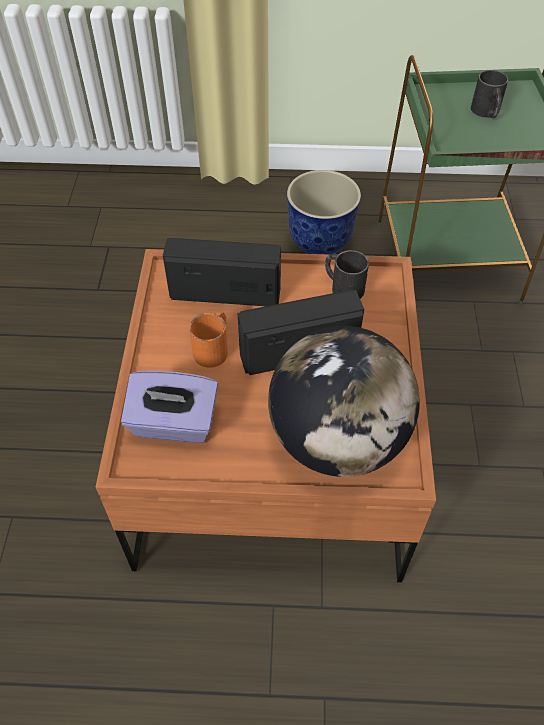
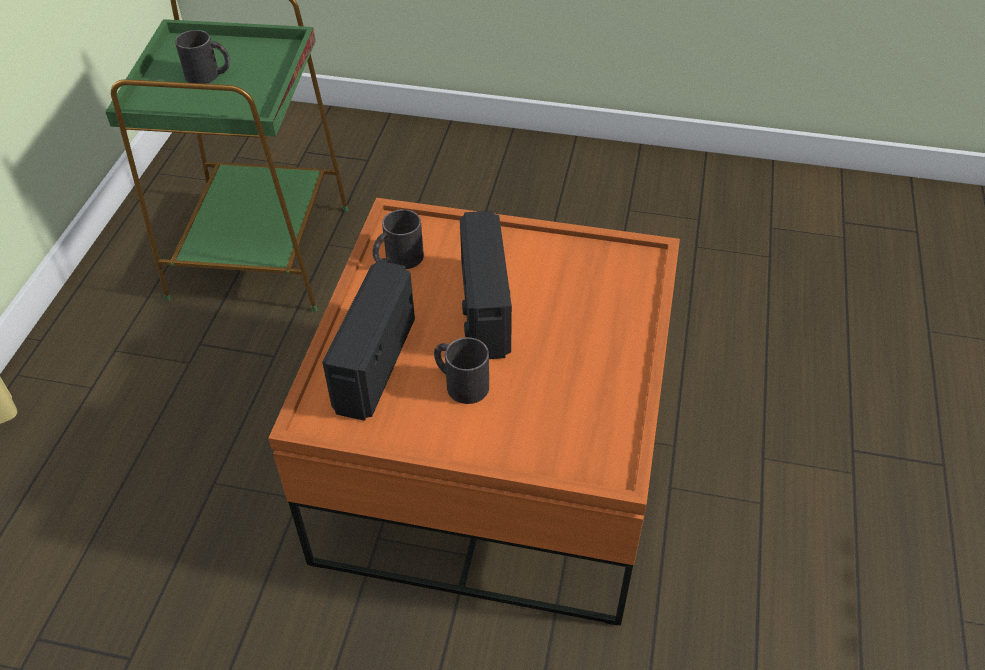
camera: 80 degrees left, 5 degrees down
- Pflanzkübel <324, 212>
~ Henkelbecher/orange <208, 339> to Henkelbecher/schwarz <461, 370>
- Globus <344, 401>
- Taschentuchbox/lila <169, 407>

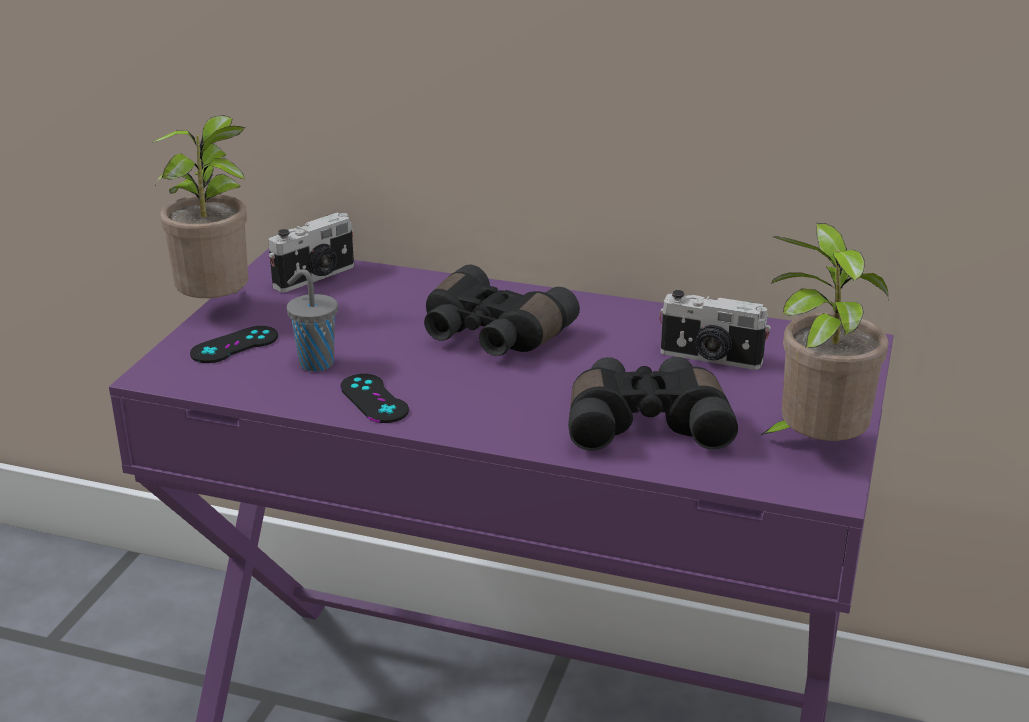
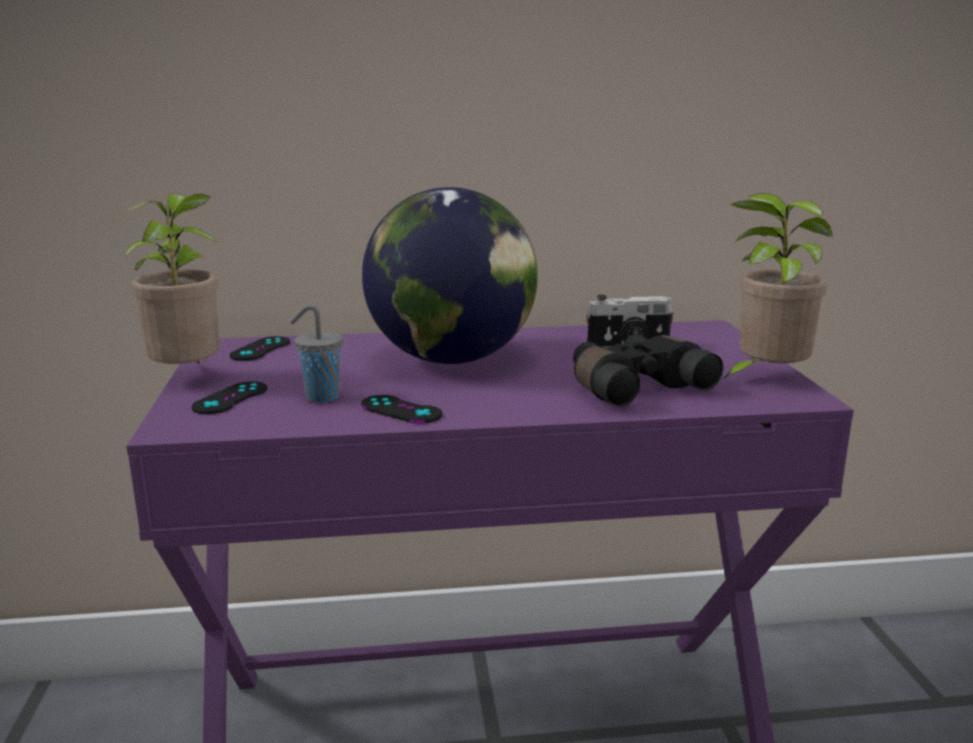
camera: 25 degrees left, 10 degrees down
~ Kamera <311, 252> to Gamepad/schwarz <259, 348>
~ Fernglas/schwarz <502, 310> to Globus <450, 275>

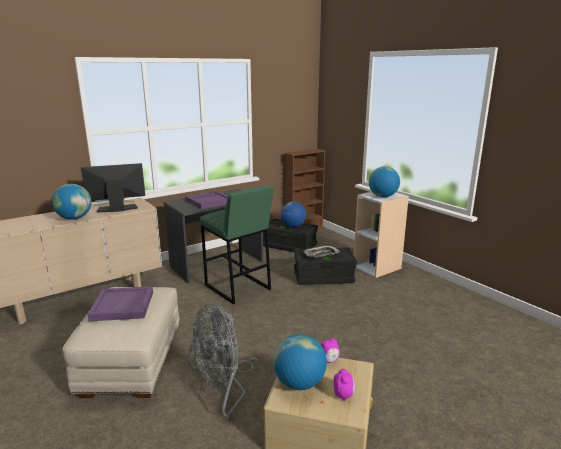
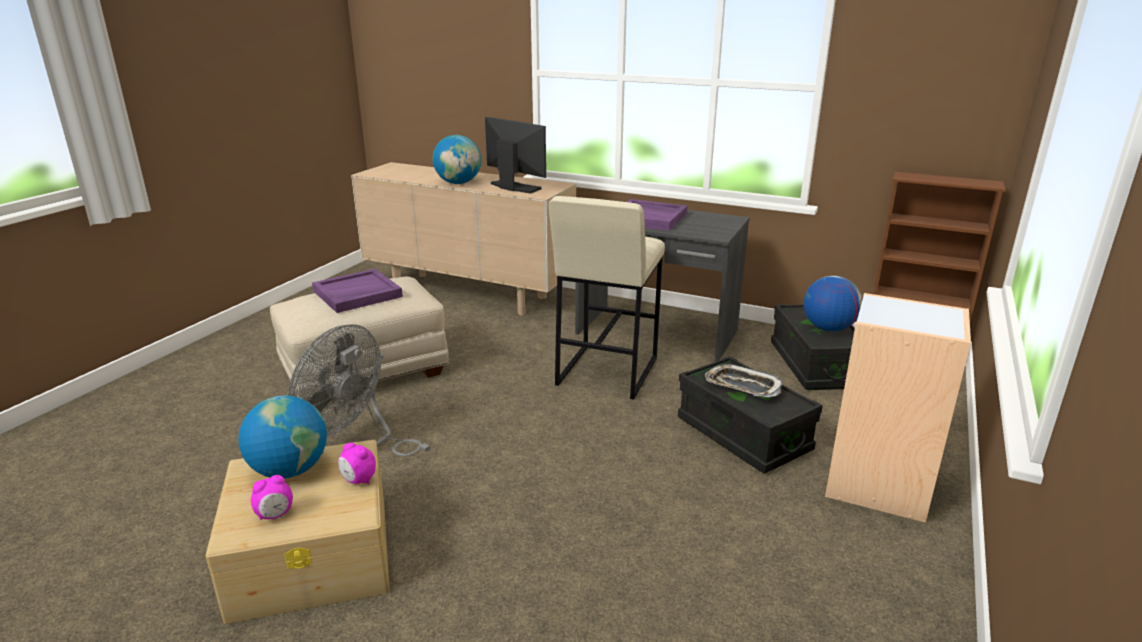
camera: 60 degrees right, 5 degrees up
- Globus <384, 182>
~ Hocker/grün <237, 244> to Hocker/beige <607, 297>

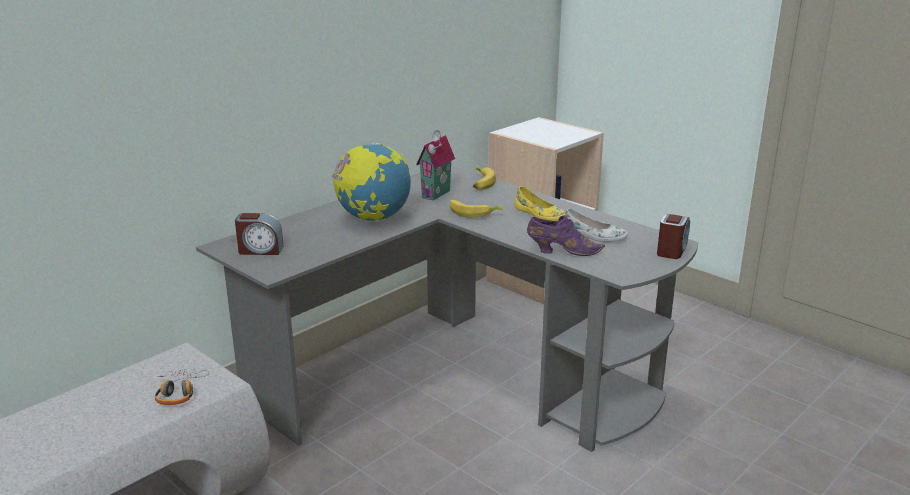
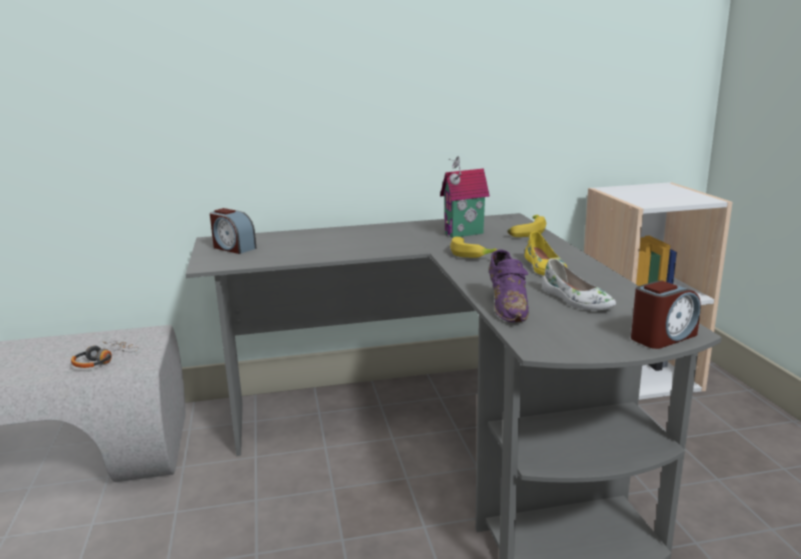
camera: 35 degrees right, 5 degrees down
- Globus <371, 183>
~ Schuh/lila <566, 235> = <509, 285> 45 degrees clockwise

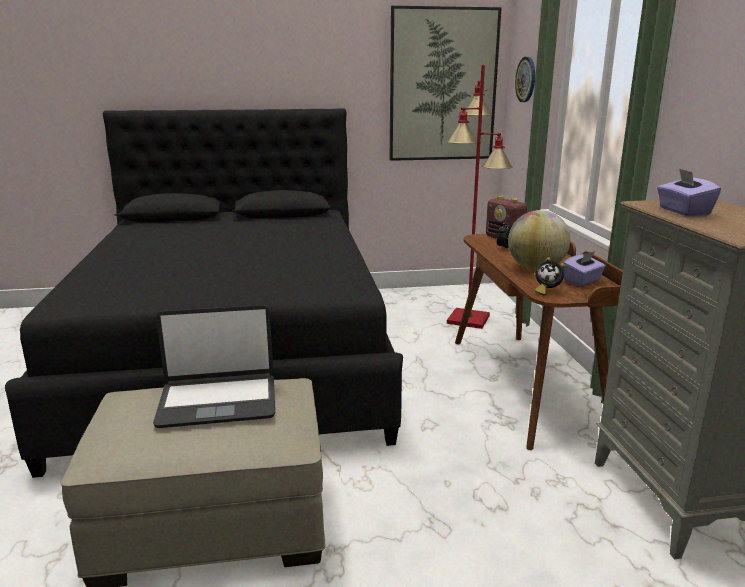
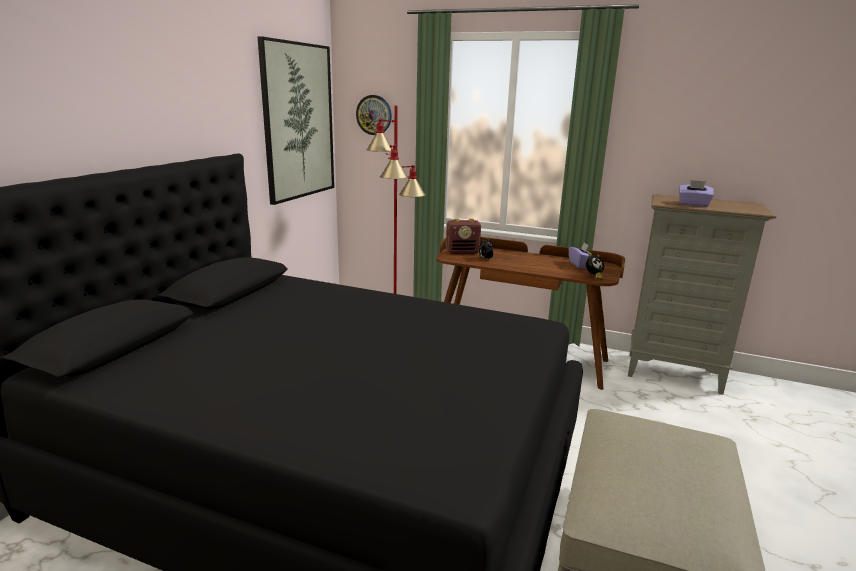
camera: 60 degrees left, 0 degrees up
- Globus <539, 240>
- Laptop <214, 366>

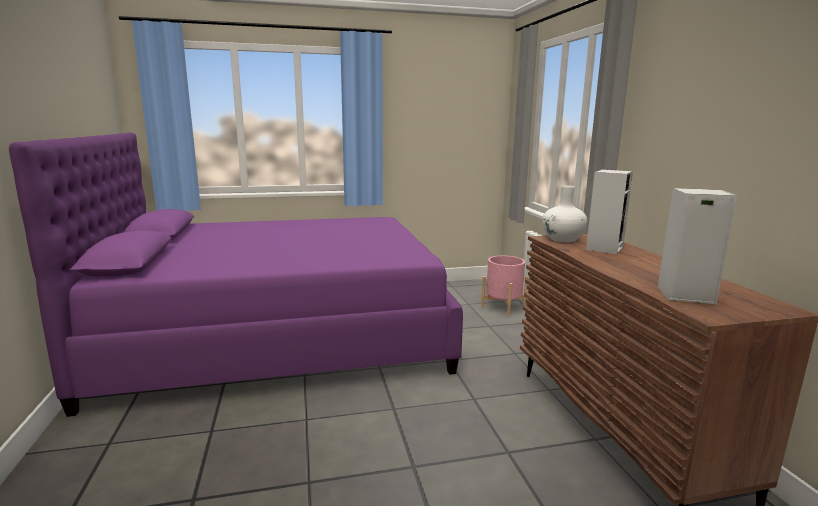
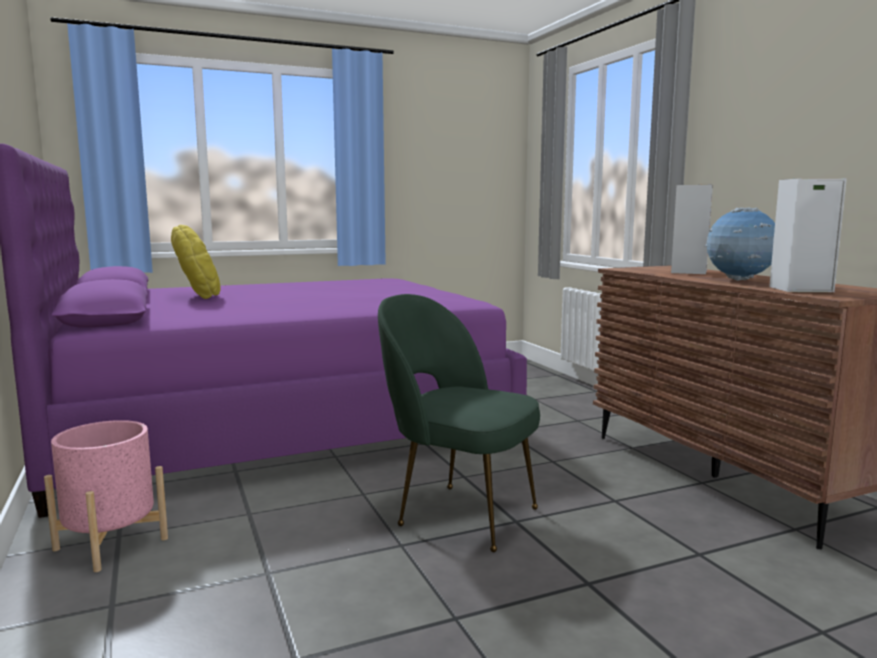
camera: 10 degrees left, 5 degrees down
- Vase/weiß <564, 213>
~ Pflanzkübel/rosa <504, 286> to <106, 496>
+ Globus <740, 244>
+ Kissen/gelb <196, 262>
+ Stuhl/grün <459, 423>

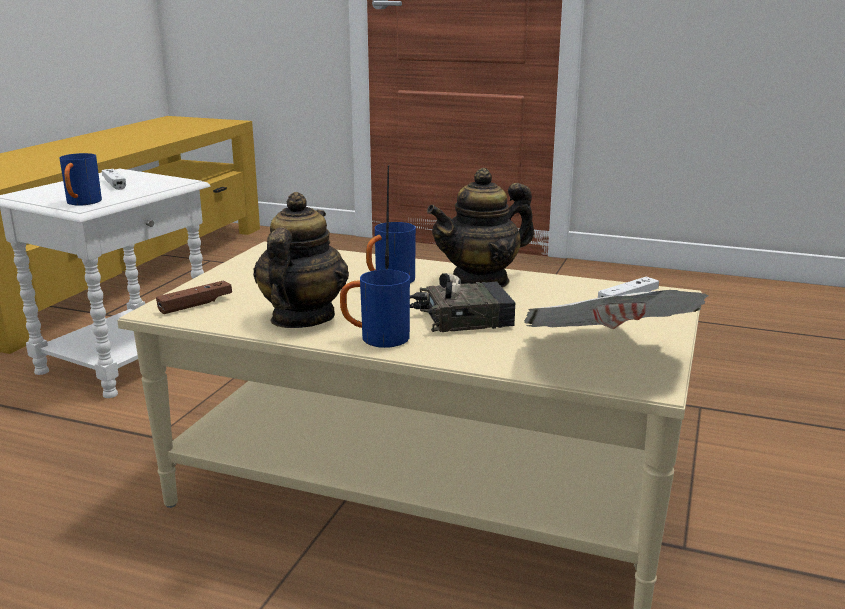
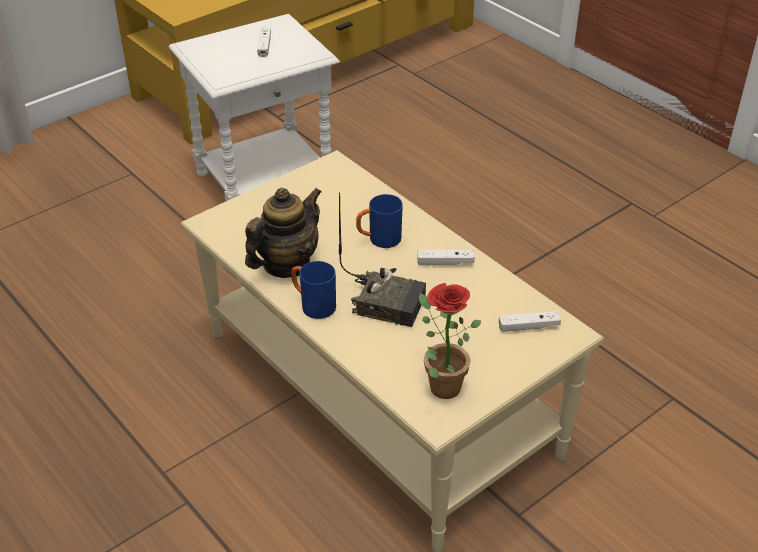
camera: 30 degrees right, 20 degrees up
- Henkelbecher/blau <80, 179>
~ Teekanne <480, 228> to Gamepad/weiß <446, 257>
- Gamepad/braun <194, 297>
~ Zeitung <616, 309> to Topfpflanze <450, 341>

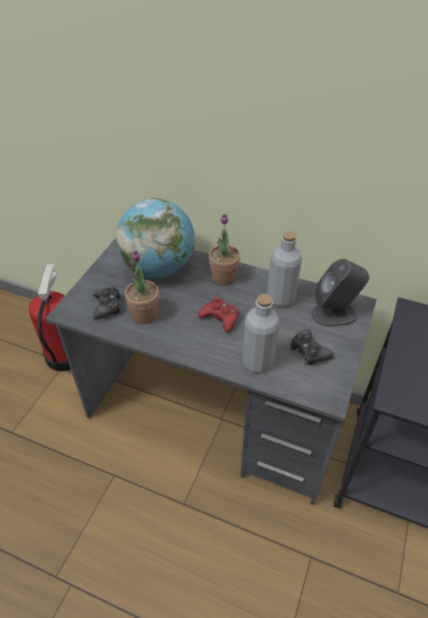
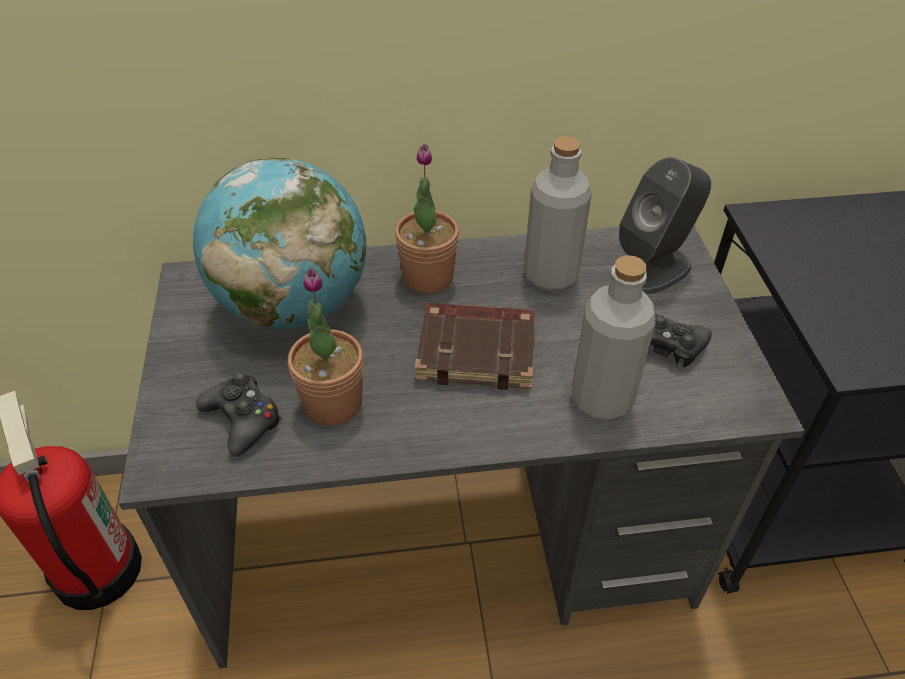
camera: 30 degrees left, 0 degrees up
~ Gamepad/rot <218, 315> to Buch/braun <475, 346>

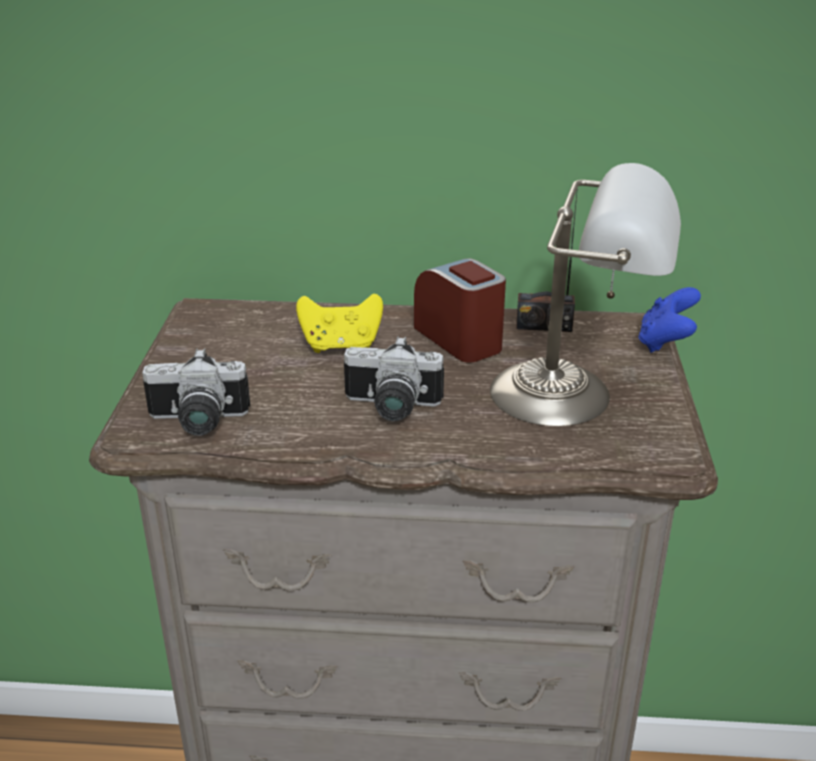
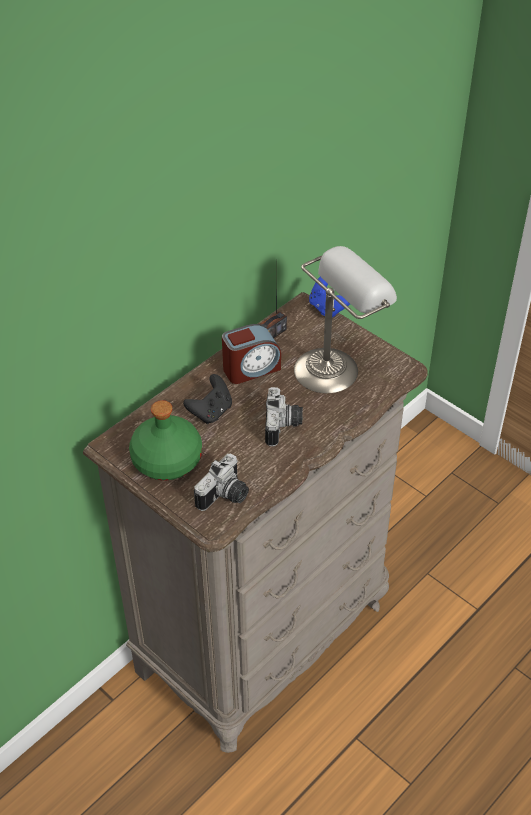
camera: 50 degrees left, 15 degrees up
~ Wecker <460, 310> = <251, 354> 150 degrees clockwise
~ Gamepad/gelb <339, 323> to Gamepad/schwarz <207, 399>
~ Kamera <394, 378> = <284, 416> 45 degrees counterclockwise
+ Flasche/grün <165, 440>

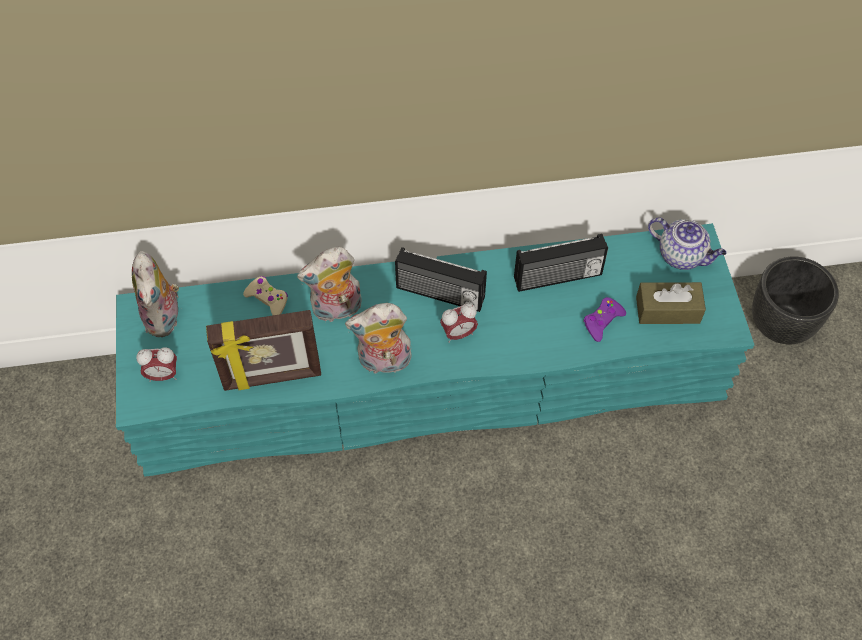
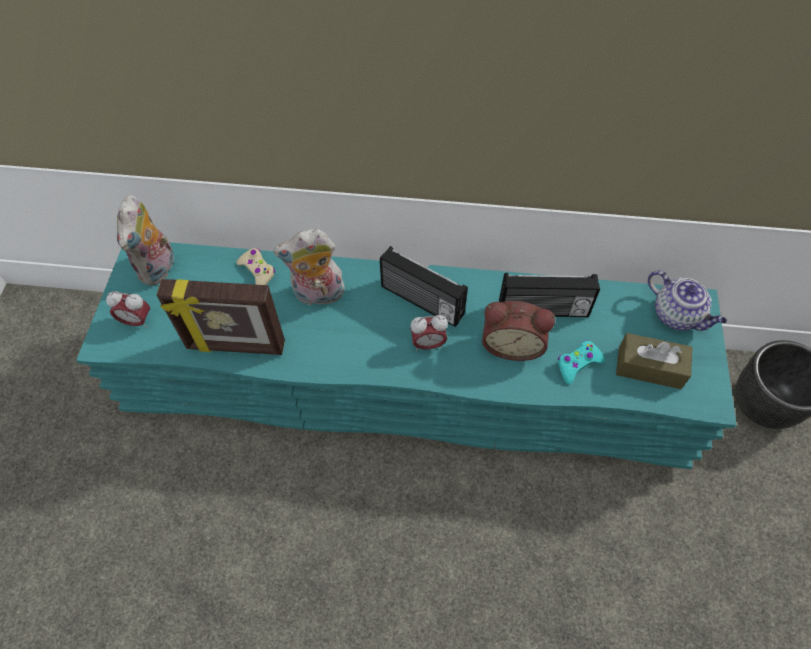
camera: 15 degrees right, 0 degrees up
~ Gamepad/lila <605, 319> to Gamepad/türkis <581, 362>
- Plüschtier <378, 338>
+ Wecker <518, 331>

